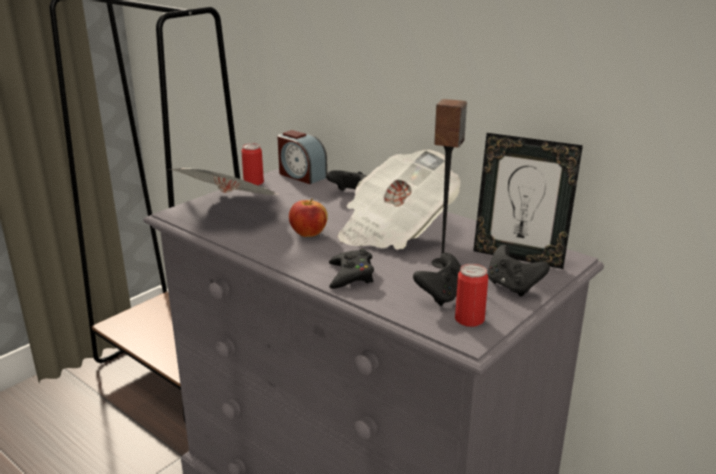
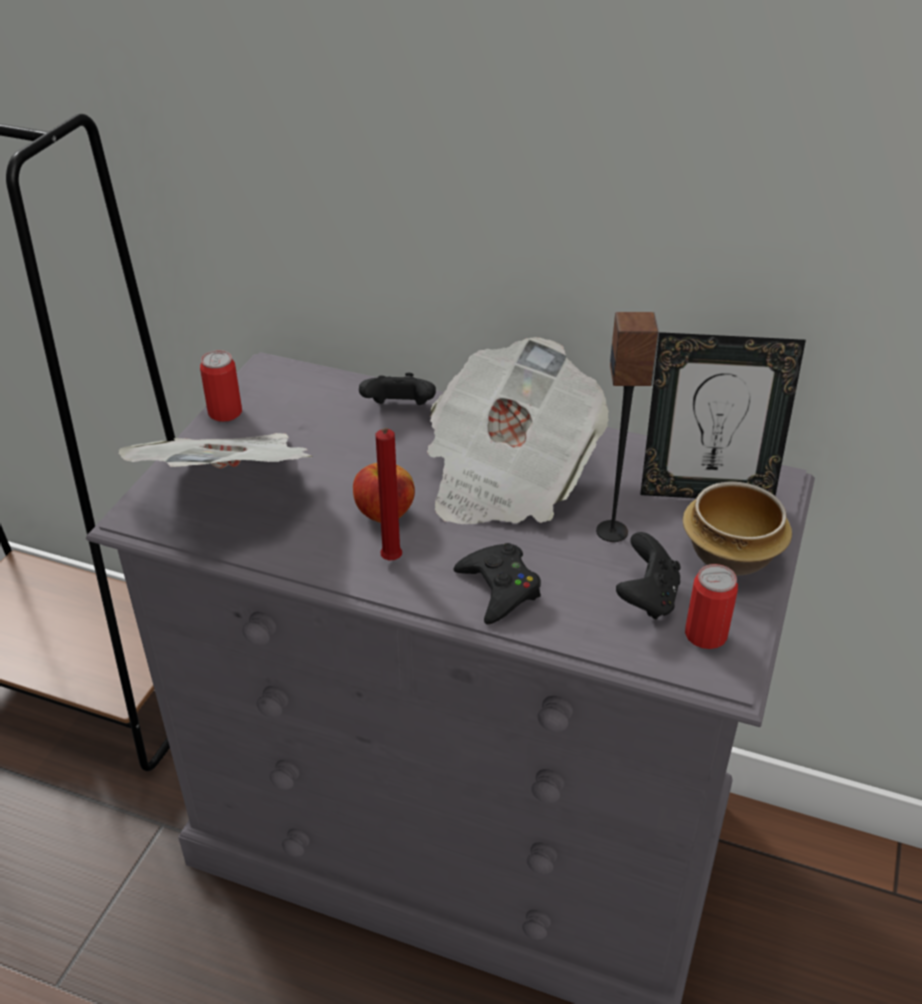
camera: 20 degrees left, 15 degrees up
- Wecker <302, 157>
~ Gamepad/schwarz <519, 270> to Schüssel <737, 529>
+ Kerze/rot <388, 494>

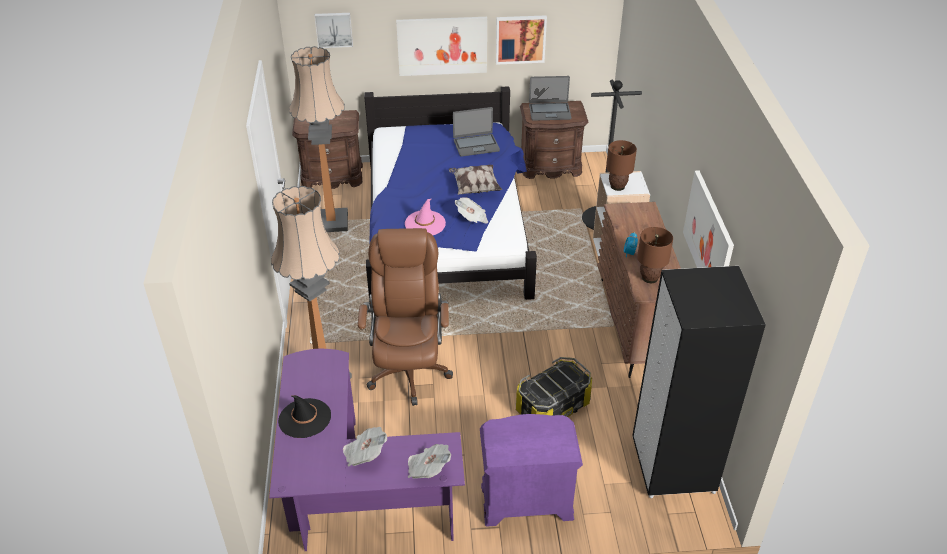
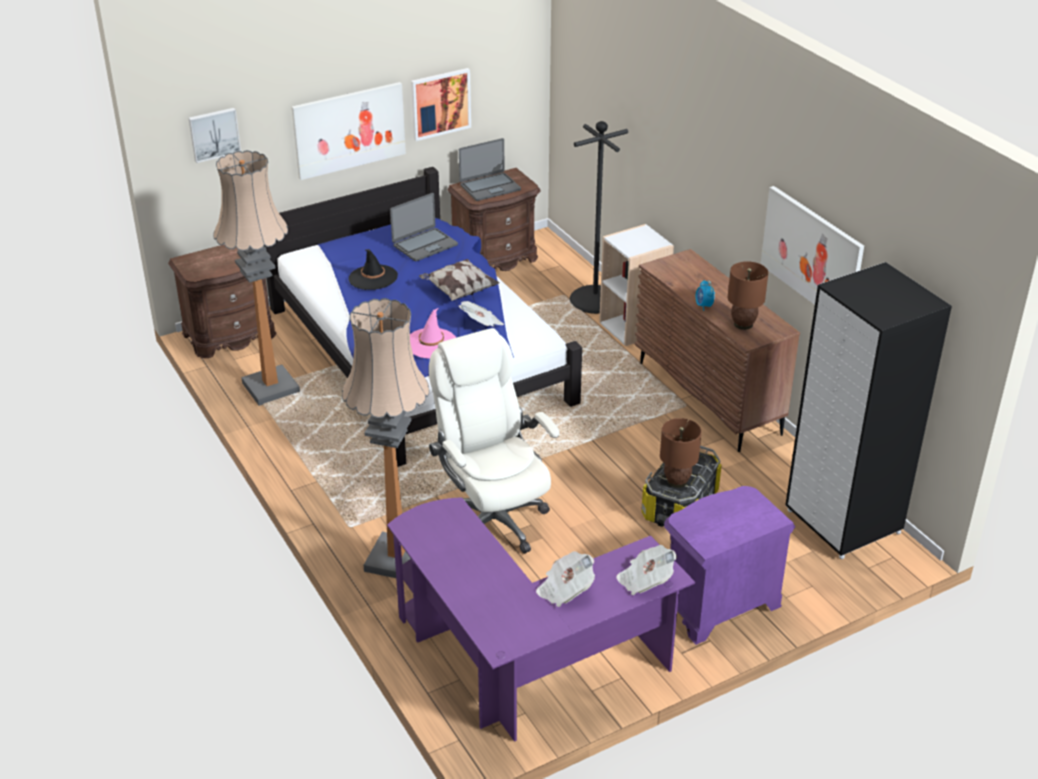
camera: 25 degrees left, 5 degrees down
~ Tischlampe/braun <621, 165> to <680, 453>
~ Bürostuhl/braun <405, 317> to Bürostuhl/weiß <494, 441>
~ Hut/schwarz <304, 416> to <373, 269>

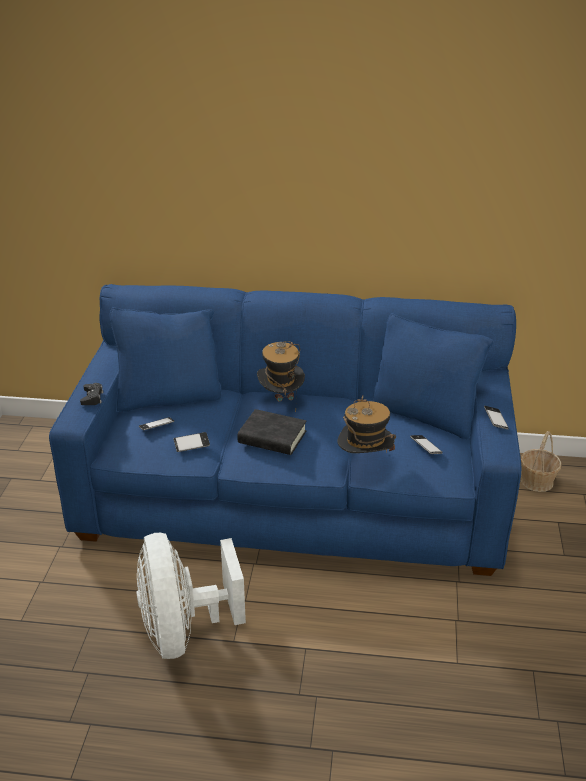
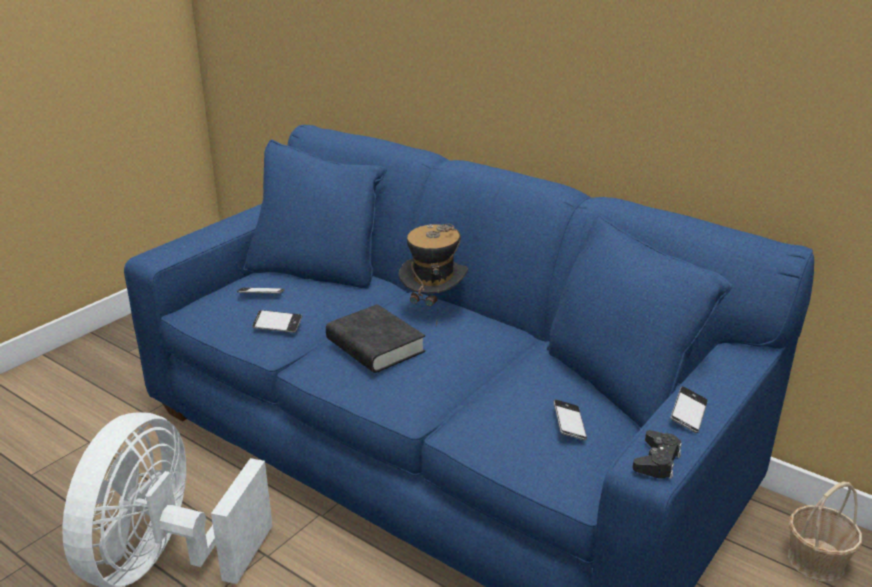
camera: 30 degrees right, 5 degrees down
~ Gamepad/schwarz <91, 394> to <657, 454>
- Hut <366, 424>

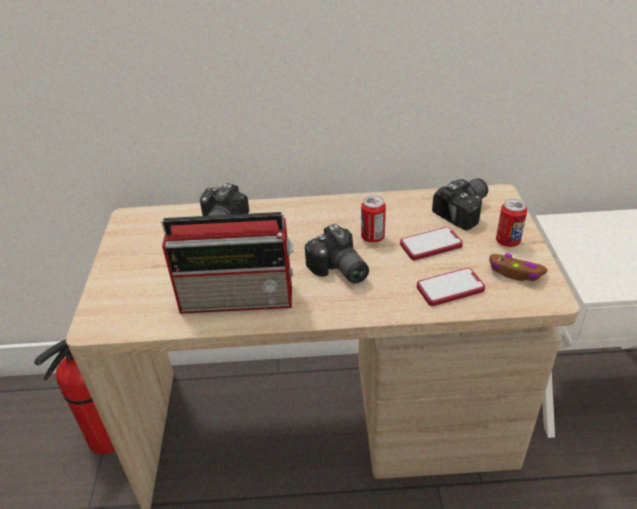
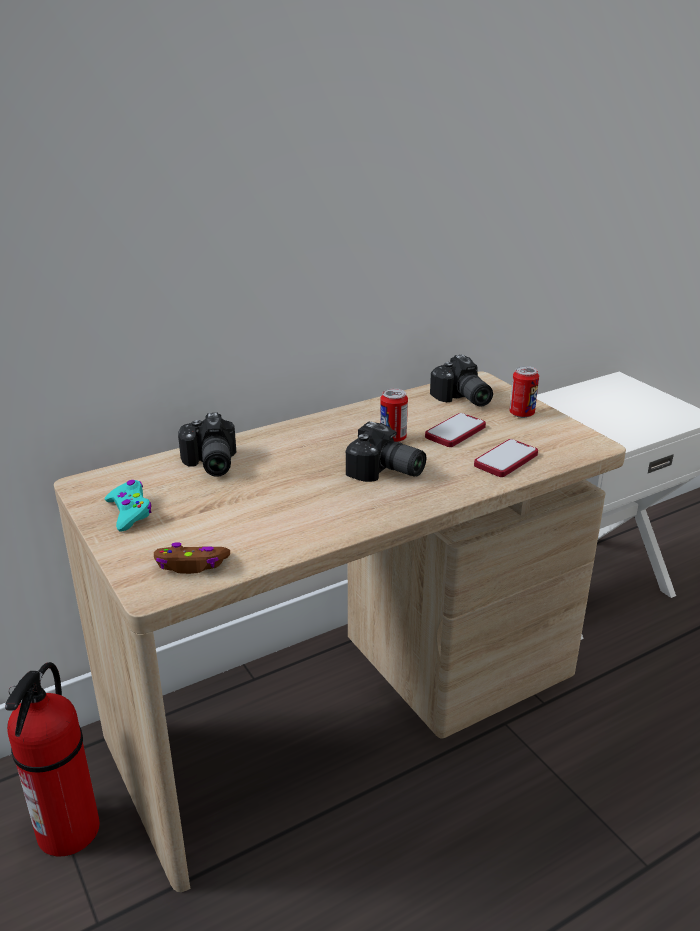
camera: 30 degrees left, 10 degrees down
~ Kamera <460, 204> = <461, 380> 135 degrees clockwise
- Radio <227, 263>
~ Gamepad/braun <518, 267> to <192, 558>
+ Gamepad/türkis <128, 506>

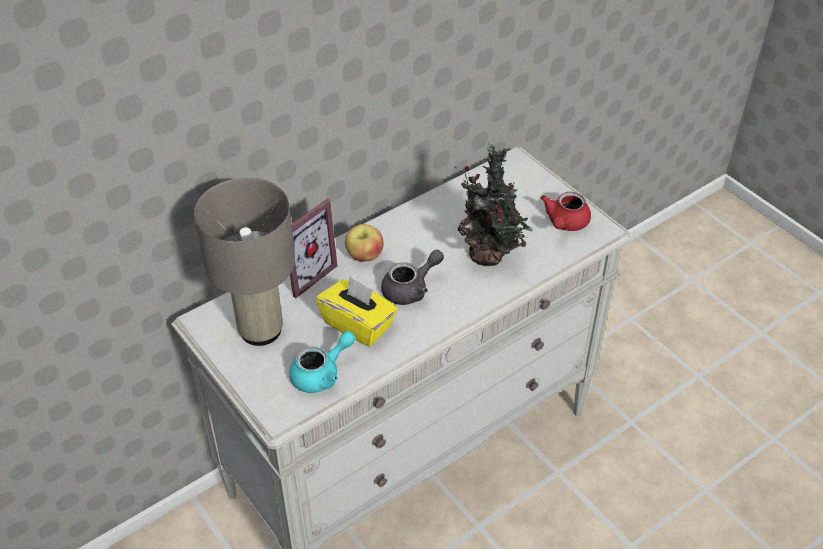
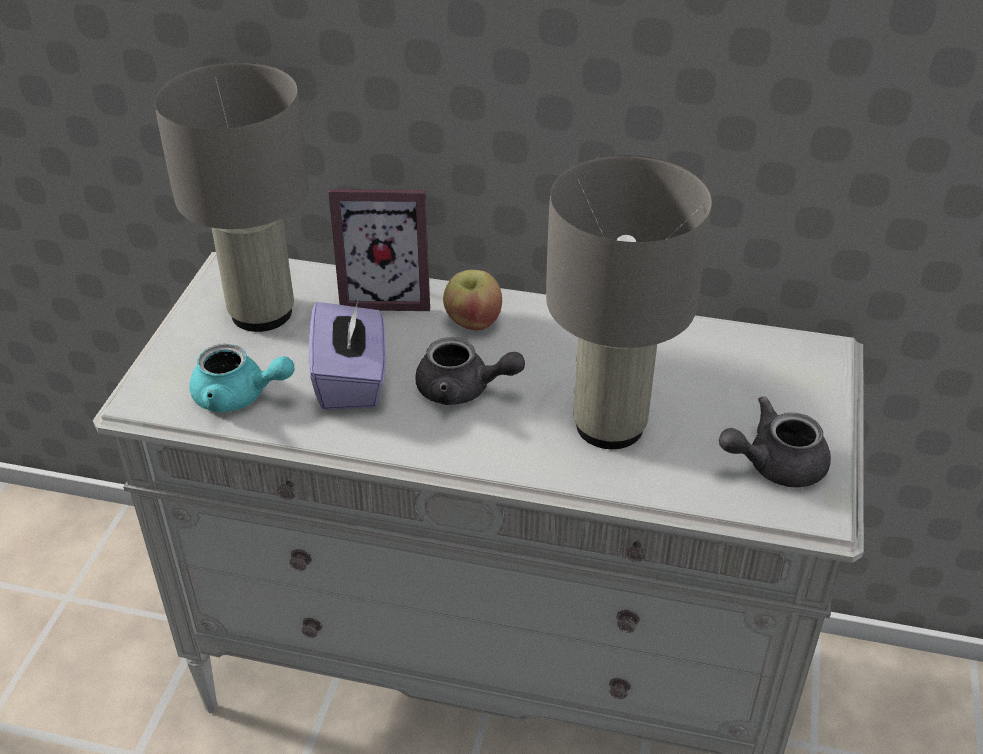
camera: 50 degrees right, 5 degrees down
~ Topfpflanze <494, 204> to Tischlampe/grau <629, 302>
~ Teekanne/rot <566, 211> to Teekanne/grau <775, 442>
~ Taschentuchbox/gelb <357, 311> to Taschentuchbox/lila <347, 354>

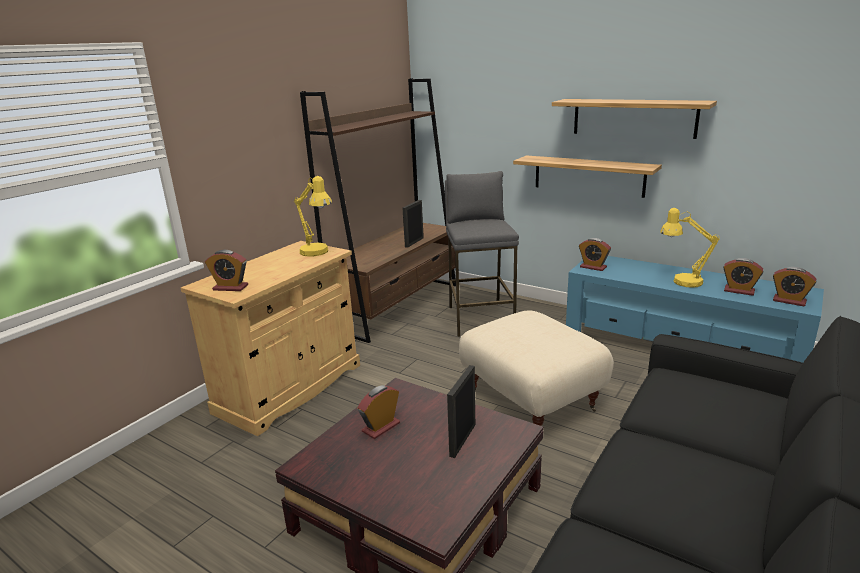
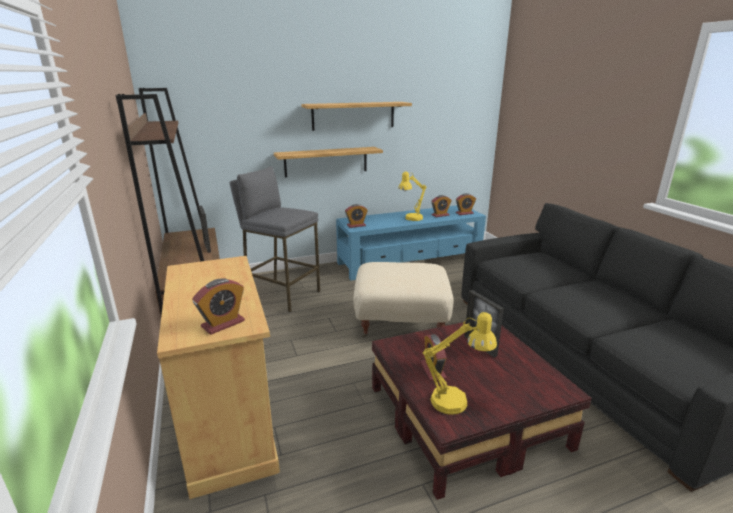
camera: 55 degrees left, 0 degrees up
~ Tischlampe/gelb <313, 216> to <460, 363>

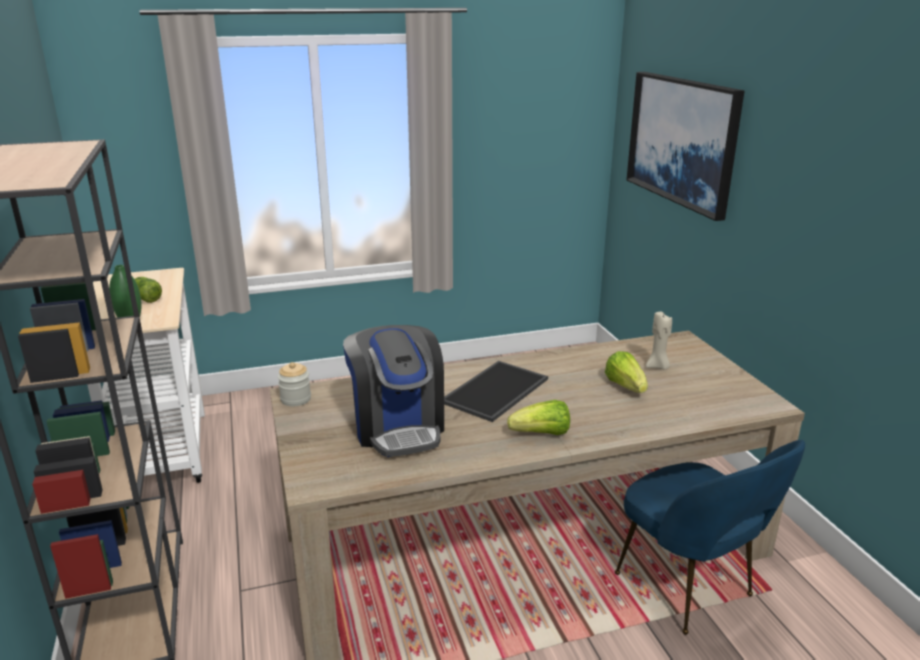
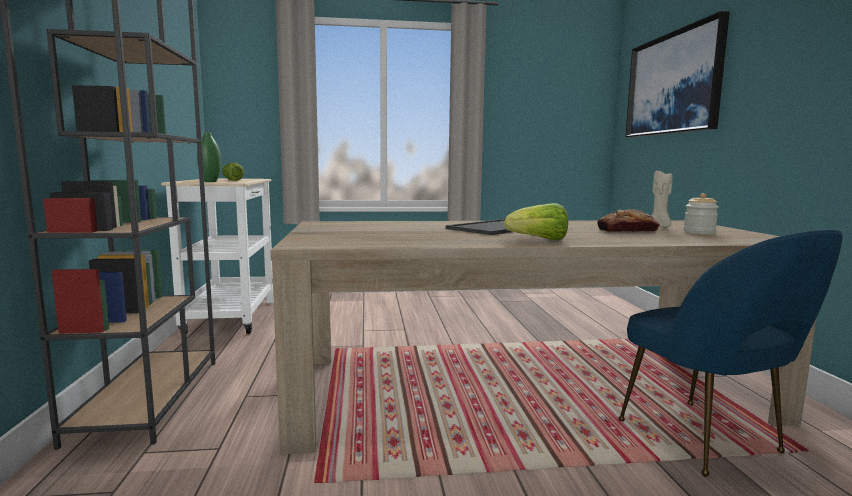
camera: 10 degrees right, 15 degrees down
- Kaffeemaschine <393, 391>
~ Salatkopf <626, 372> to Brot <628, 220>
~ Vorratsglas <294, 384> to <701, 213>

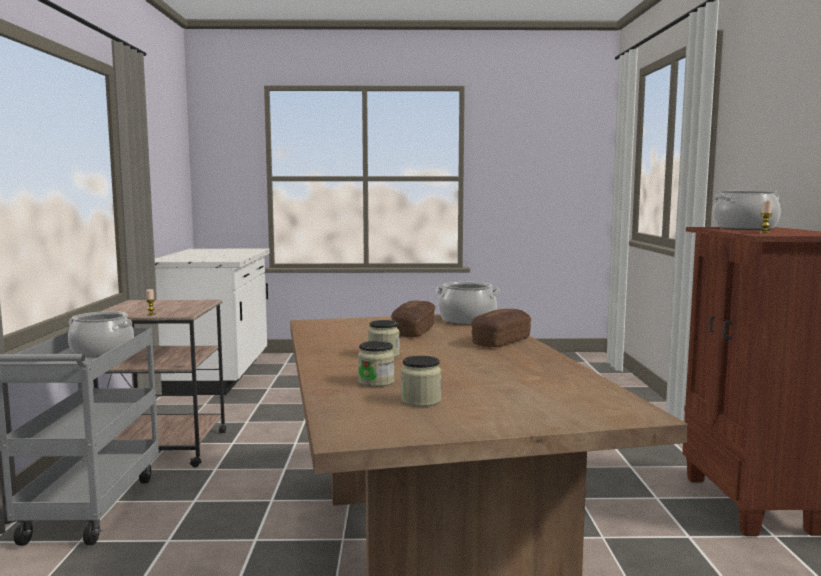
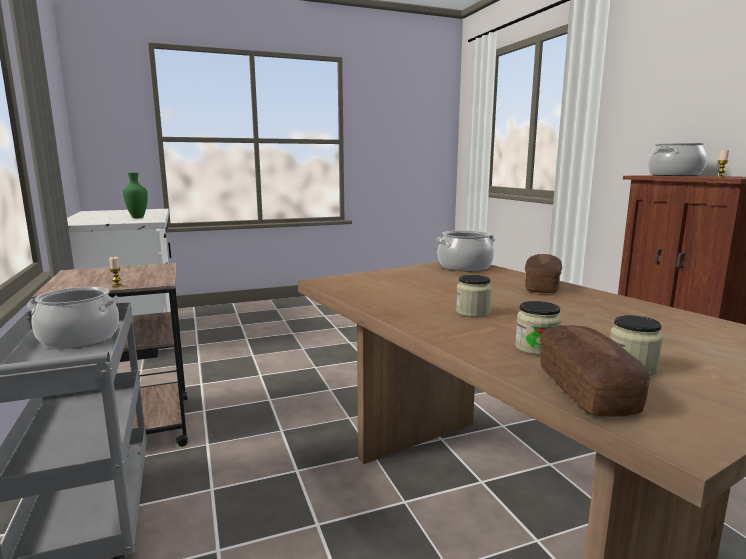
camera: 20 degrees left, 5 degrees up
~ Brot <413, 318> to <595, 371>
+ Vase/grün <135, 195>

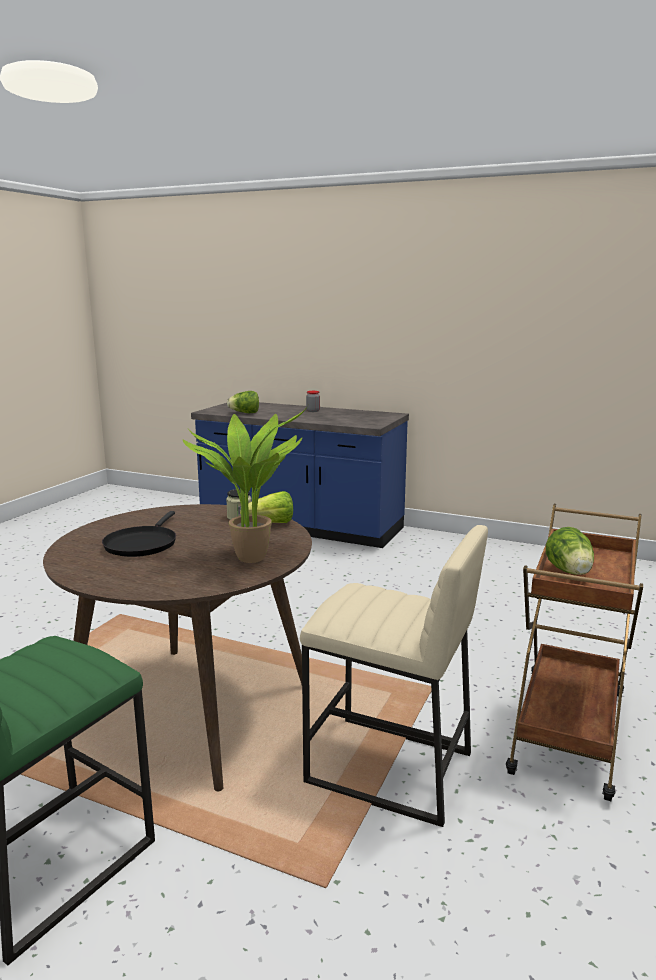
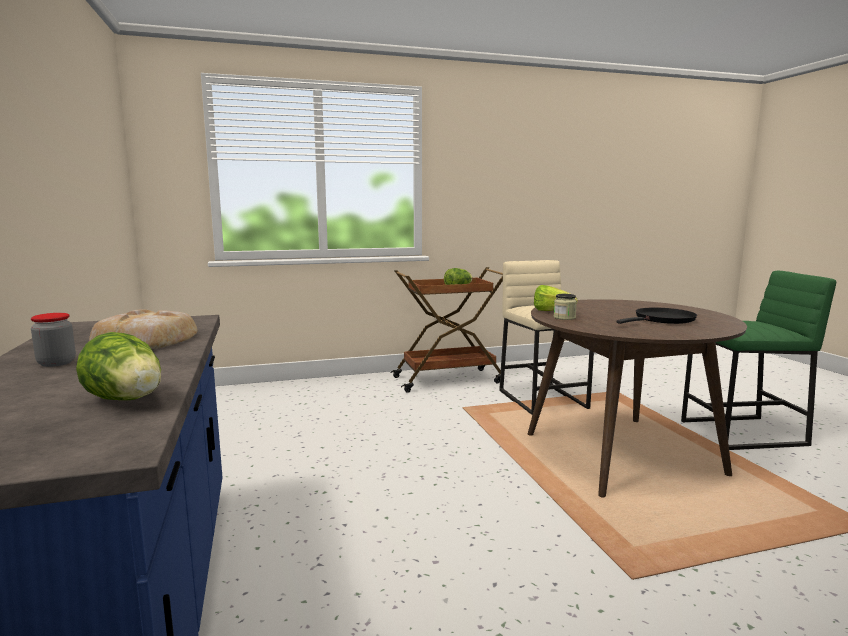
camera: 130 degrees left, 5 degrees down
- Topfpflanze <245, 484>
+ Brot <143, 329>

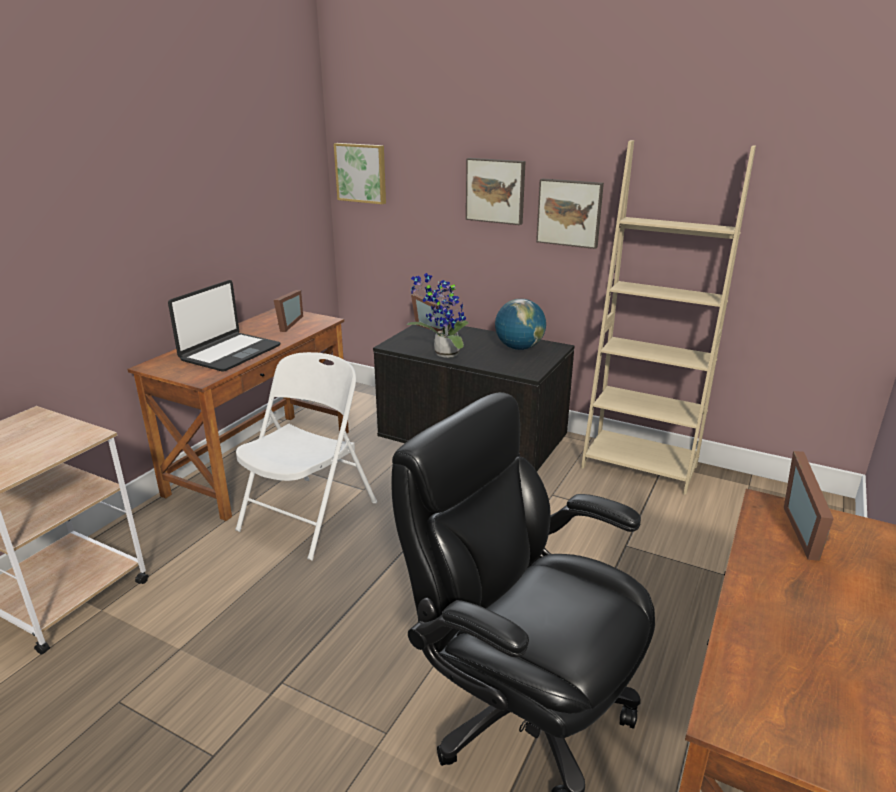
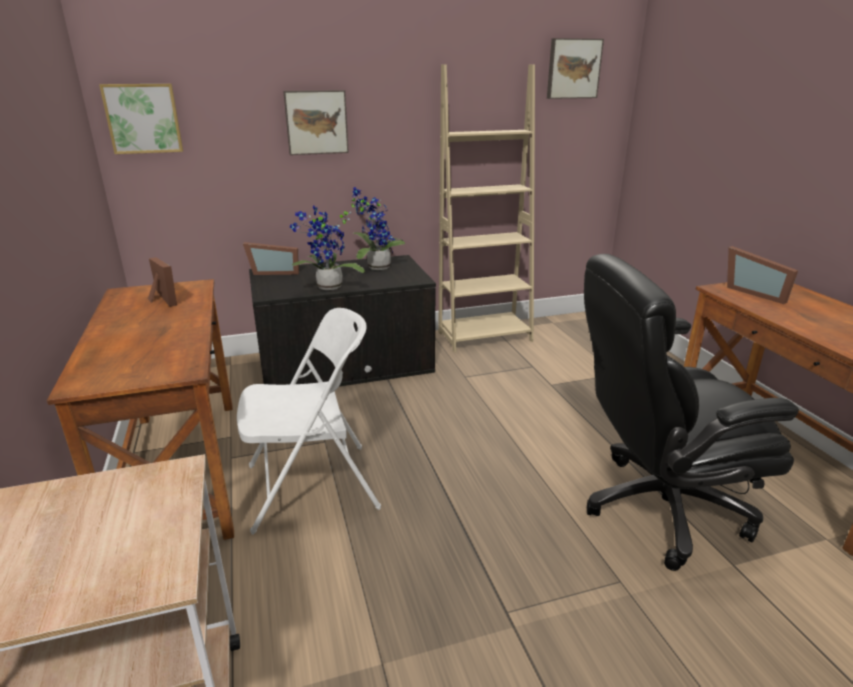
camera: 45 degrees left, 0 degrees up
~ Bild <570, 213> to <575, 68>
- Laptop <224, 326>
~ Globus <520, 324> to Topfpflanze <378, 228>
~ Stuhl/weiß <306, 456> = <309, 421> 90 degrees clockwise

